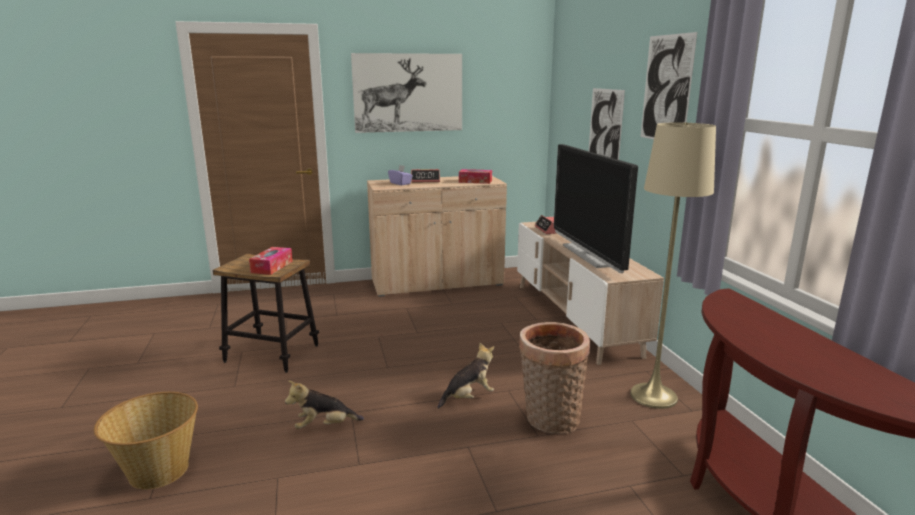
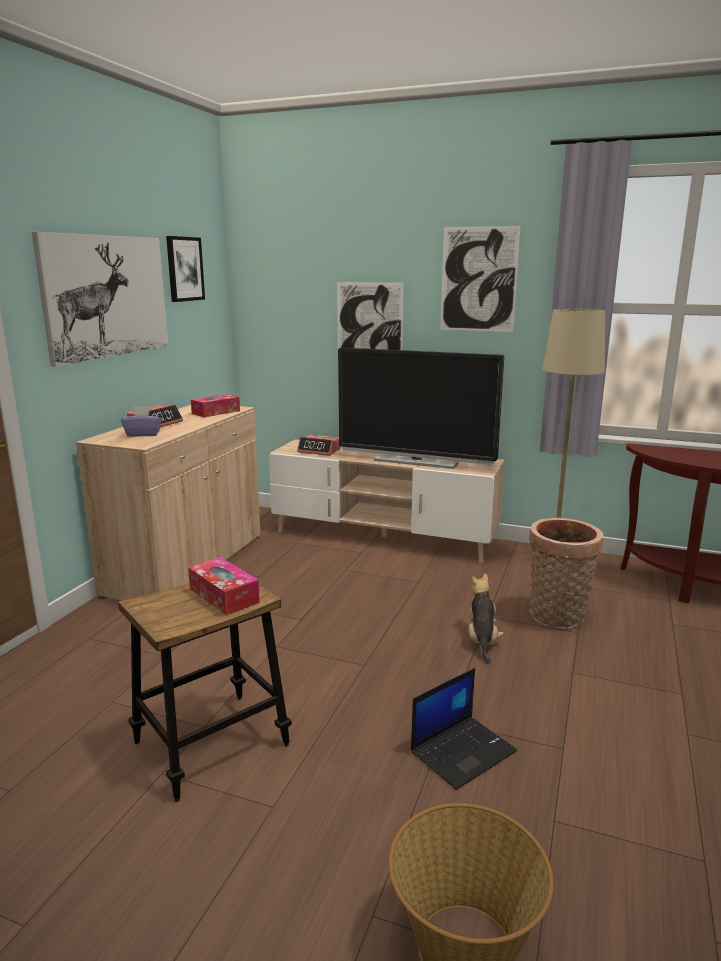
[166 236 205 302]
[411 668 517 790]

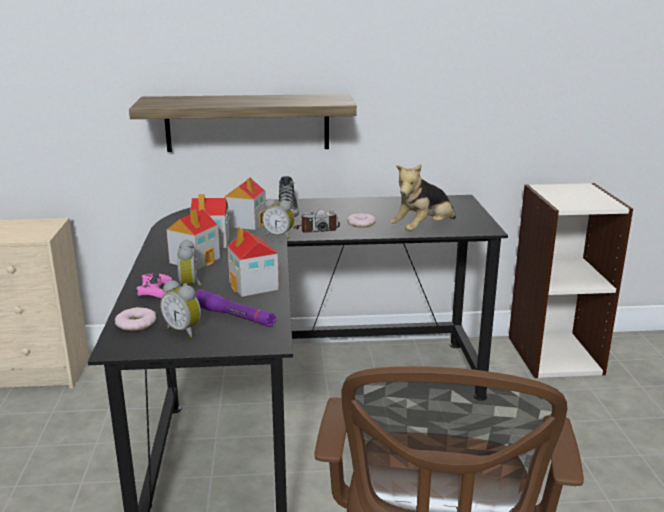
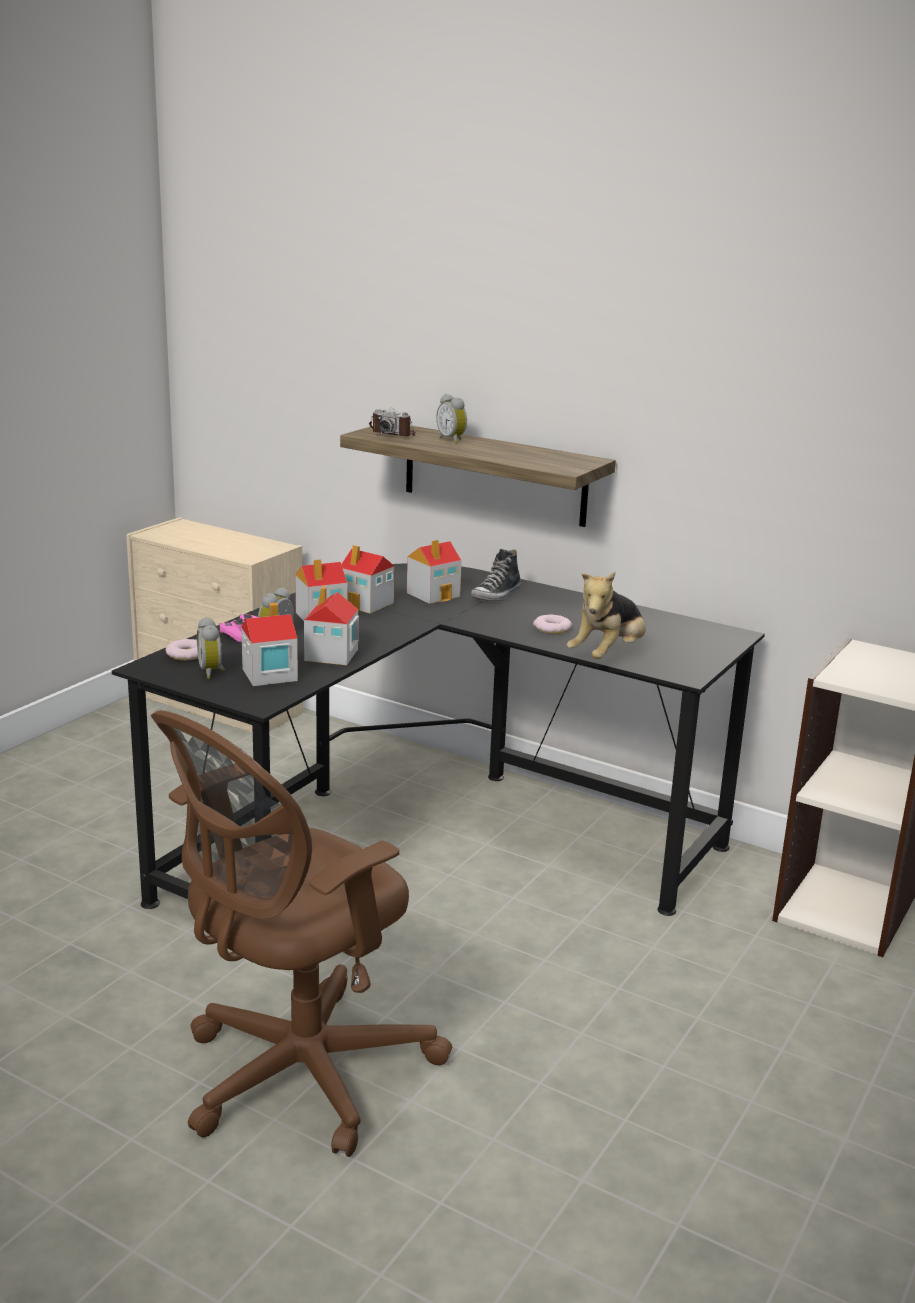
[241 603 298 686]
[369 408 416 436]
[436 394 467 444]
[567 572 646 659]

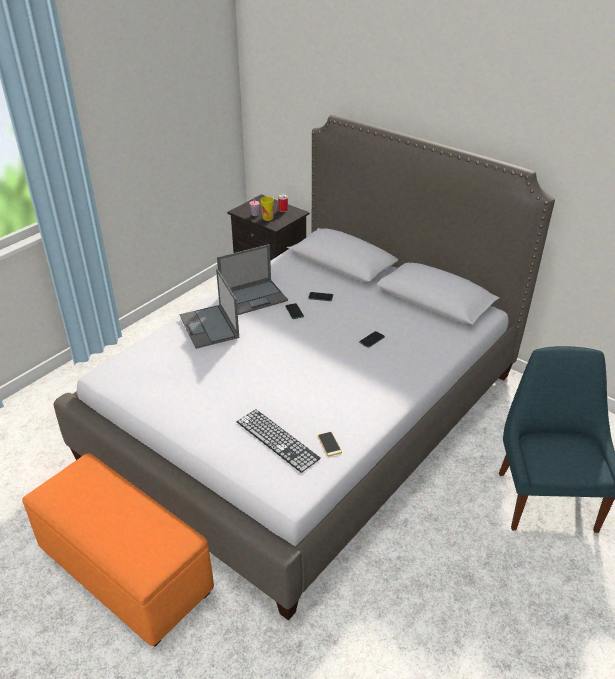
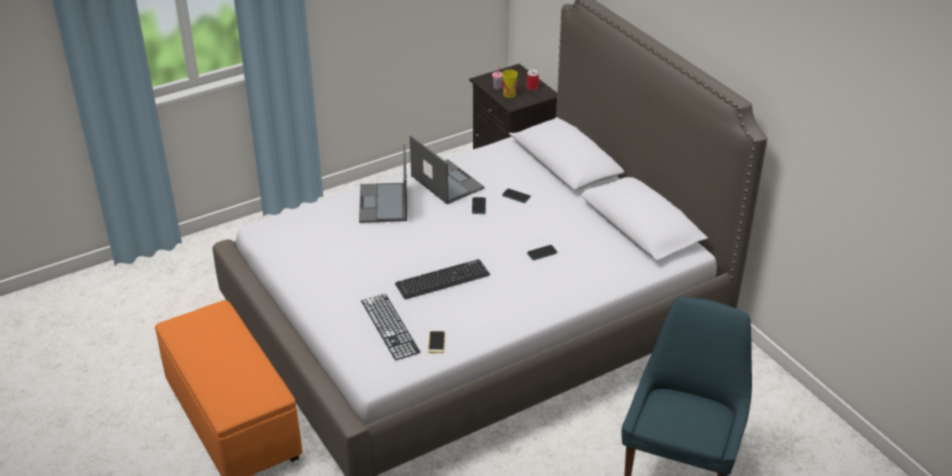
[395 259 490 299]
[410 135 484 204]

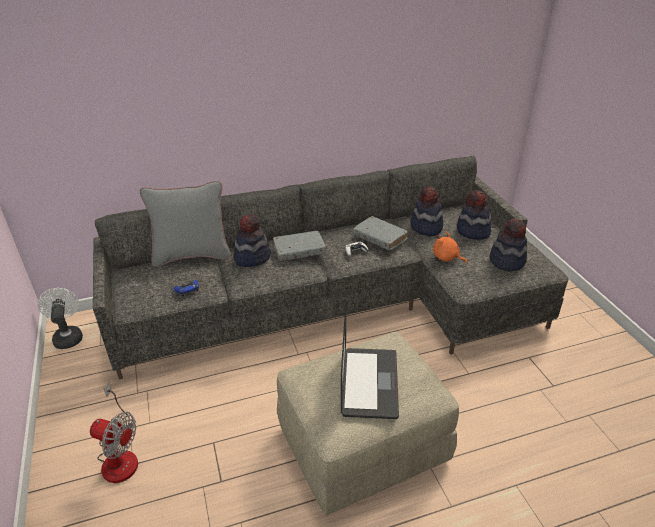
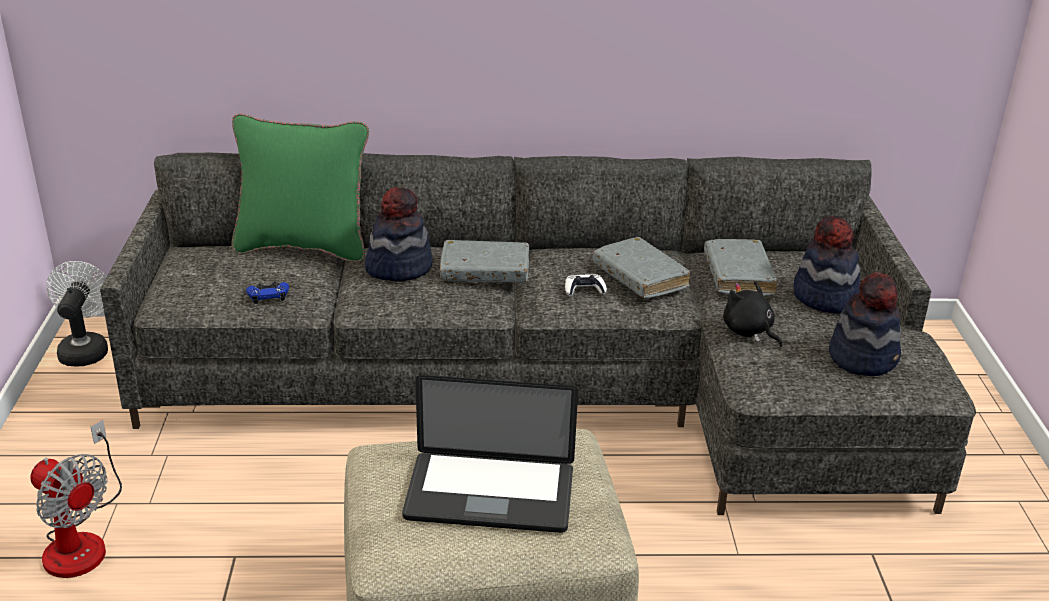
[231 113 369 263]
[402 375 578 533]
[704 239 777 296]
[723 281 782 347]

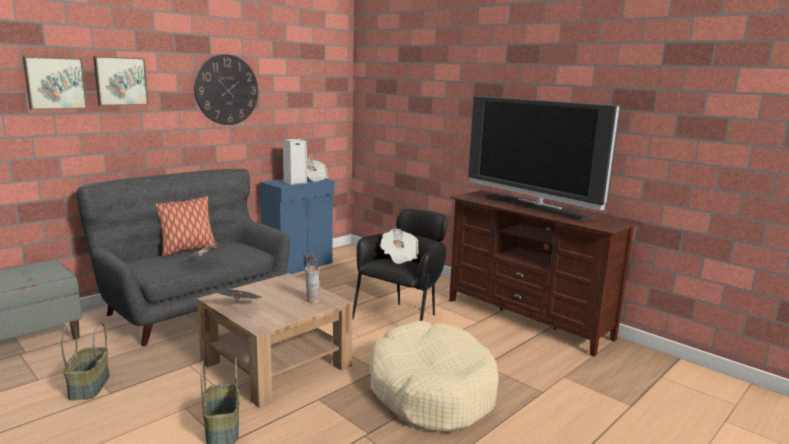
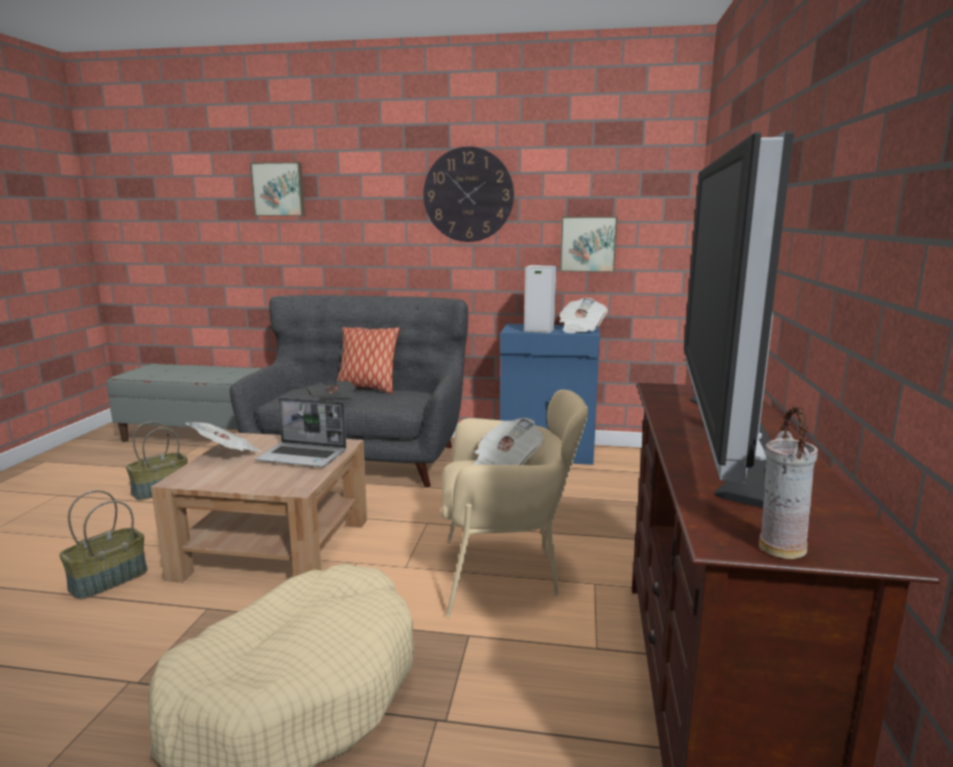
[255 397 346 467]
[441 390 588 618]
[560 216 618 272]
[759 406 818 559]

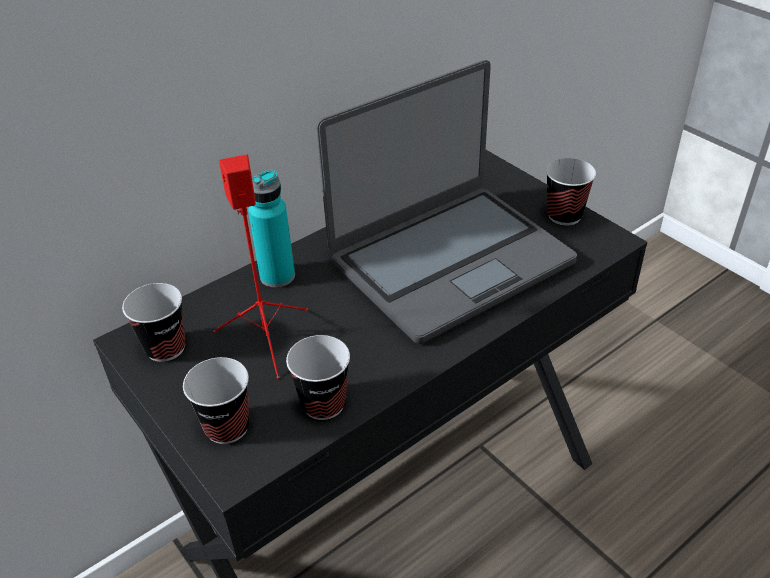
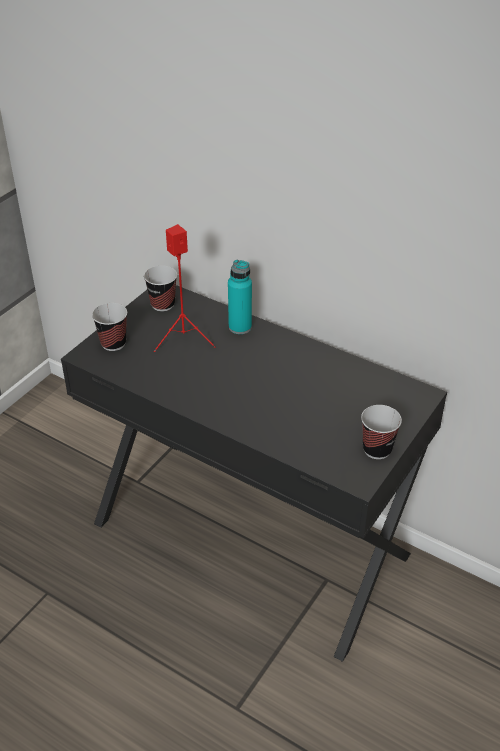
[286 335 350 420] (first image)
[316 60 577 344] (first image)

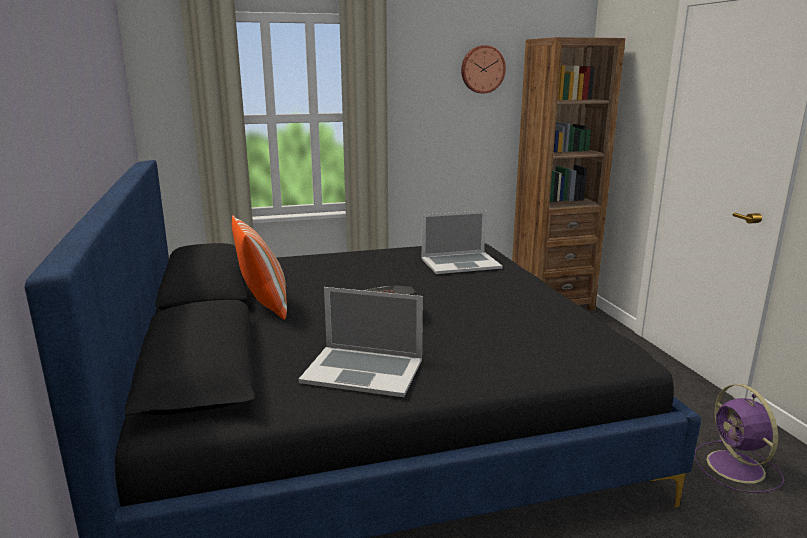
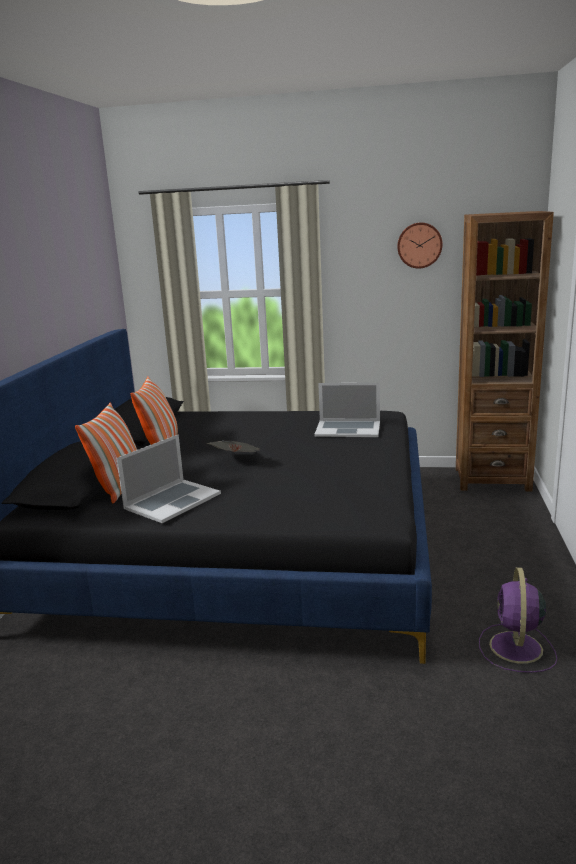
[75 403 137 503]
[116 434 221 523]

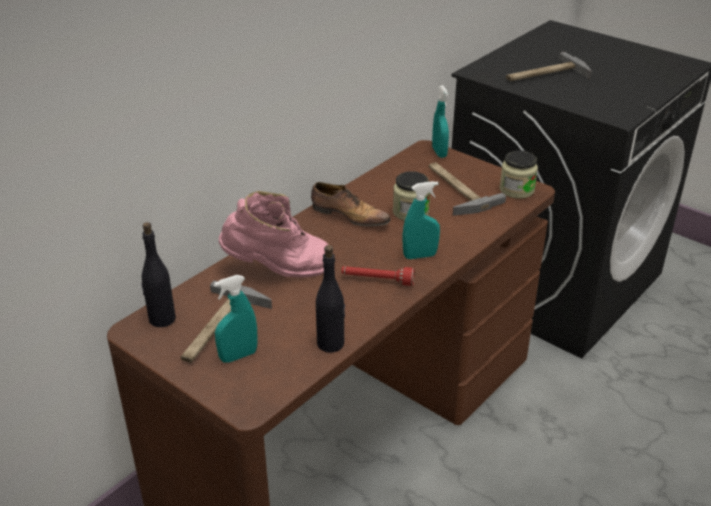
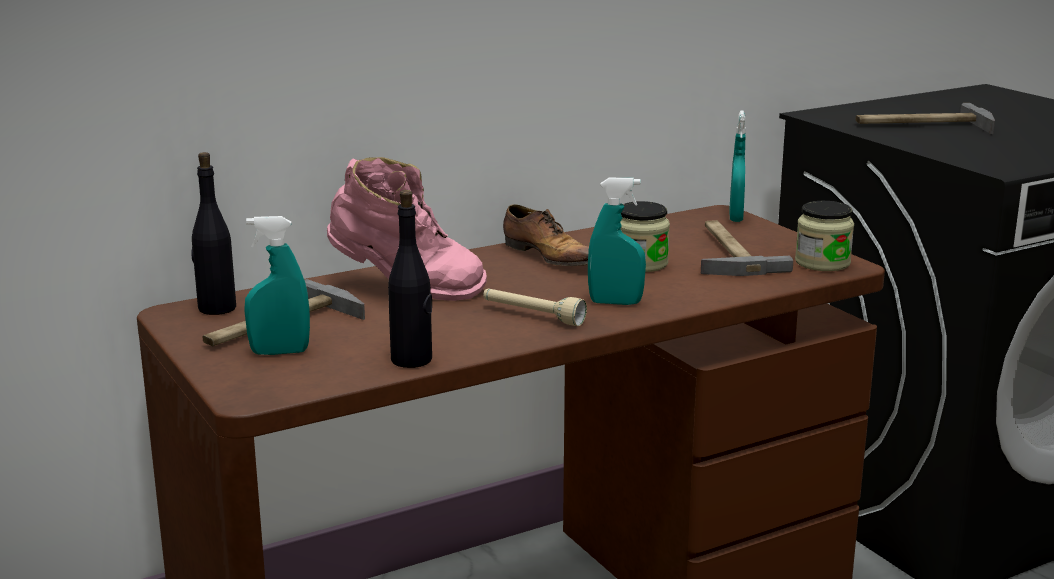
[483 289 587 326]

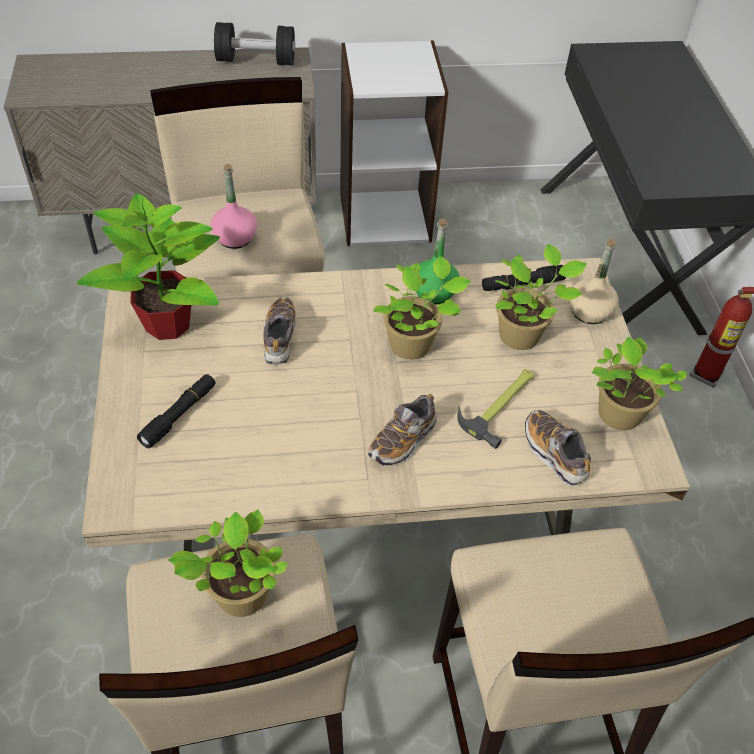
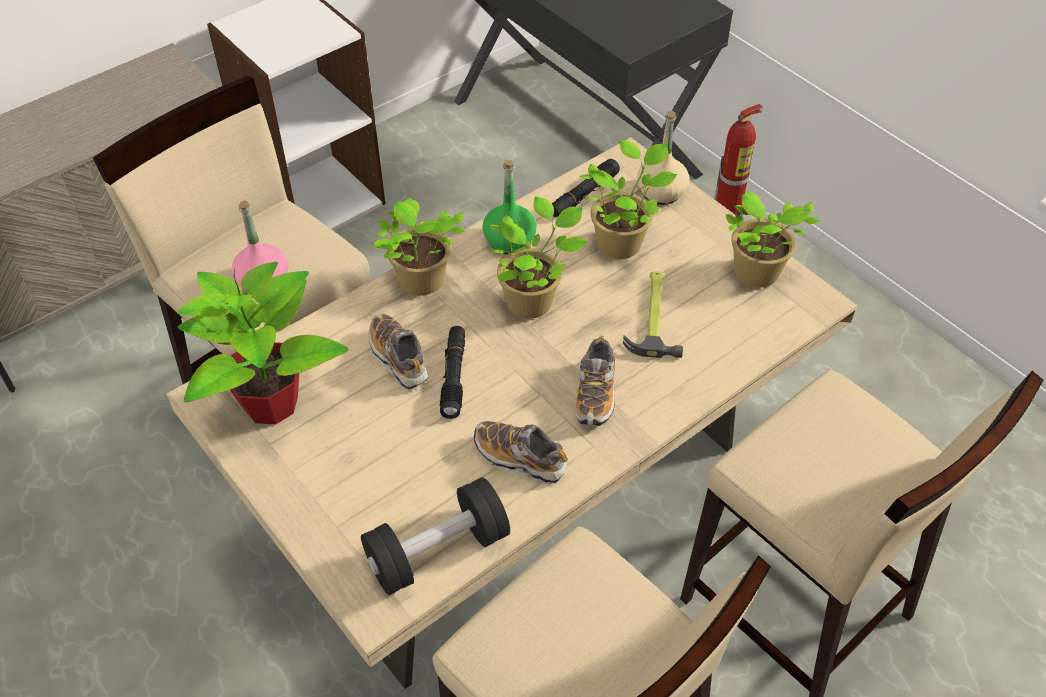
[361 477 510 595]
[374 198 465 296]
[440 326 465 419]
[474 421 568 484]

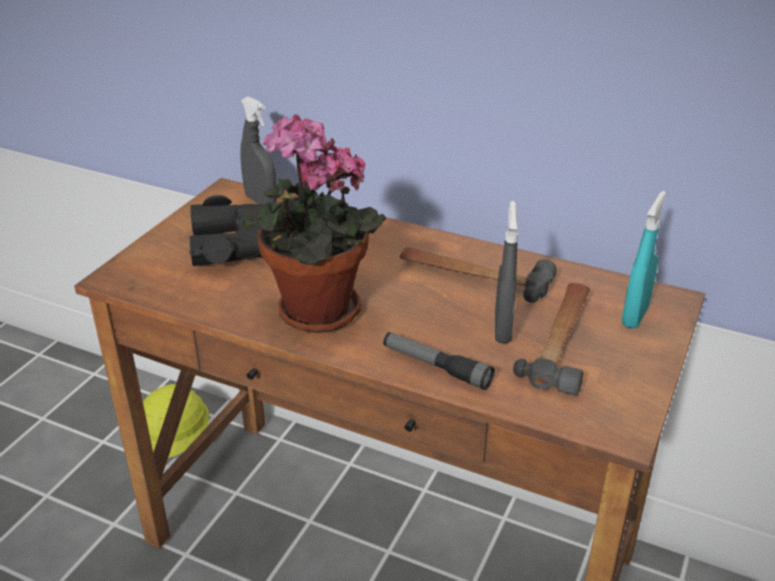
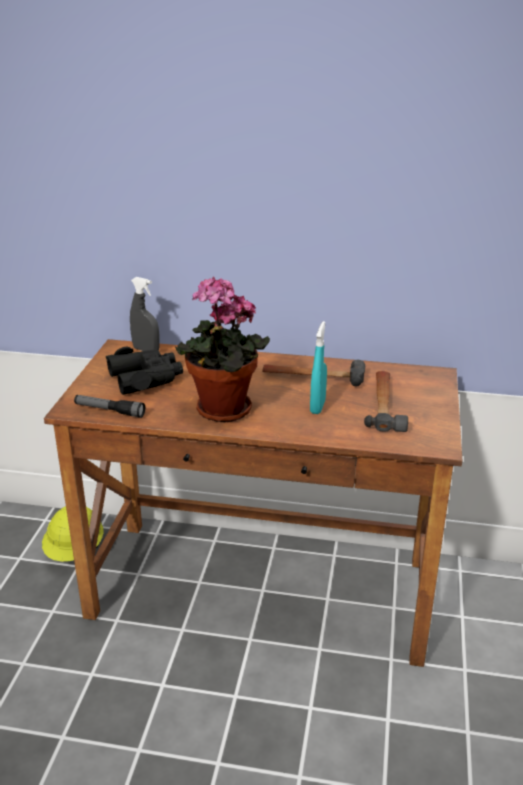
[74 395 145 418]
[310 321 327 414]
[495 201 518 344] (first image)

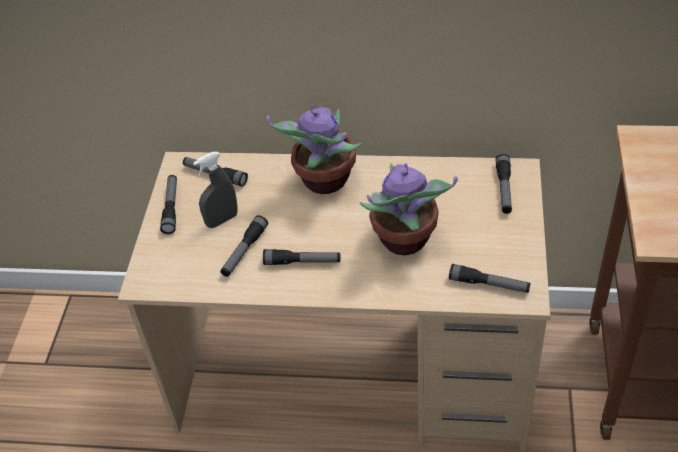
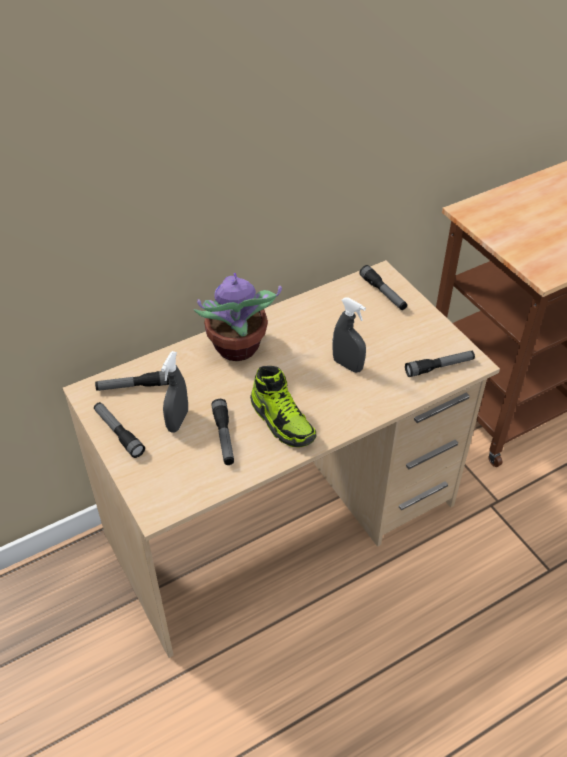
[250 366 316 447]
[332 297 366 373]

